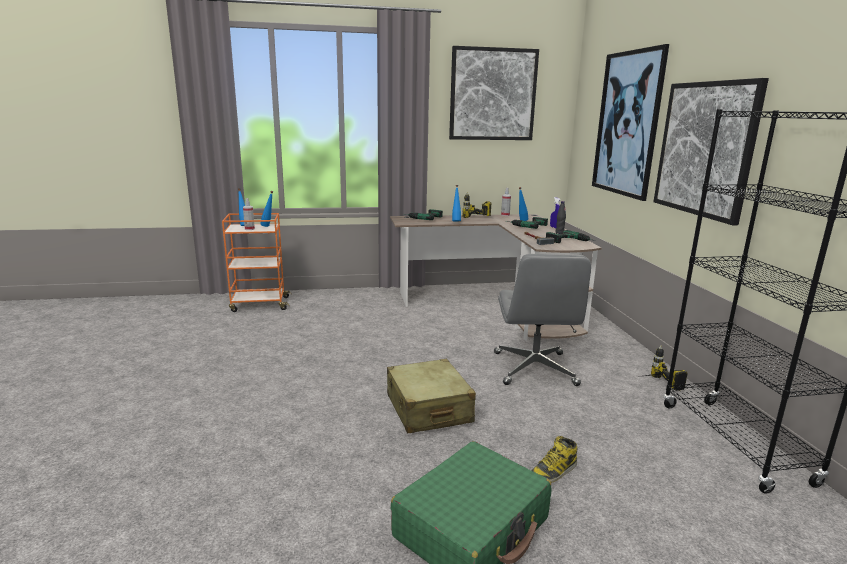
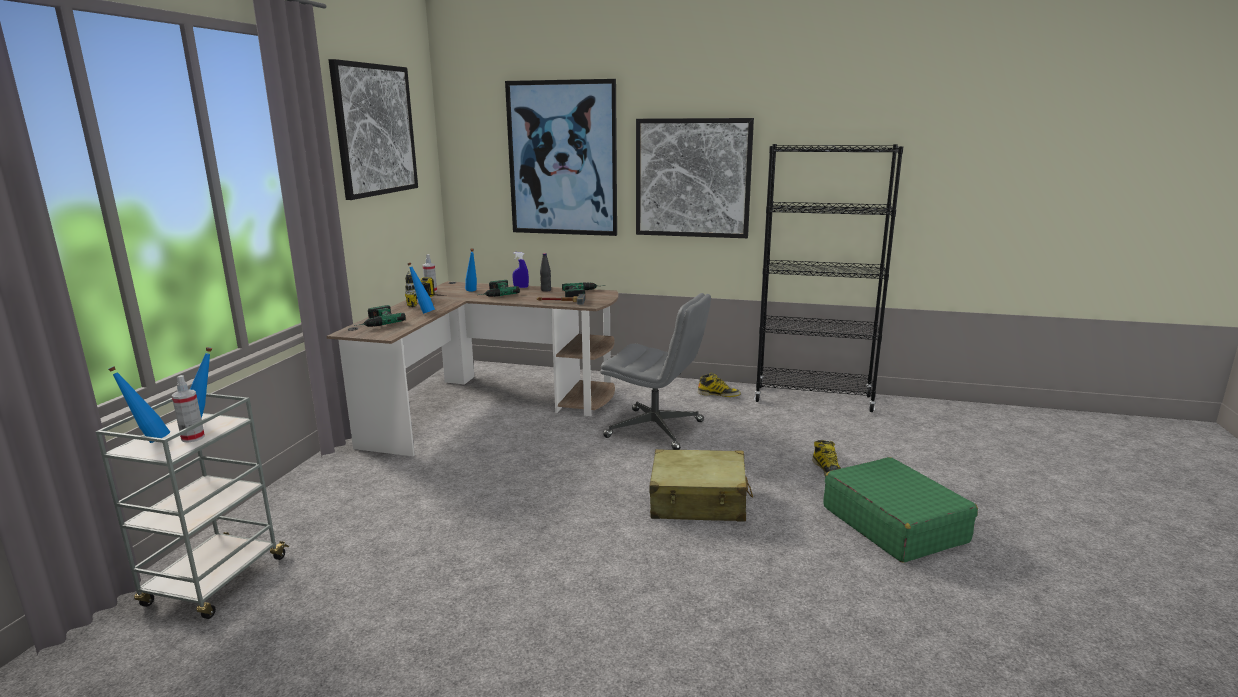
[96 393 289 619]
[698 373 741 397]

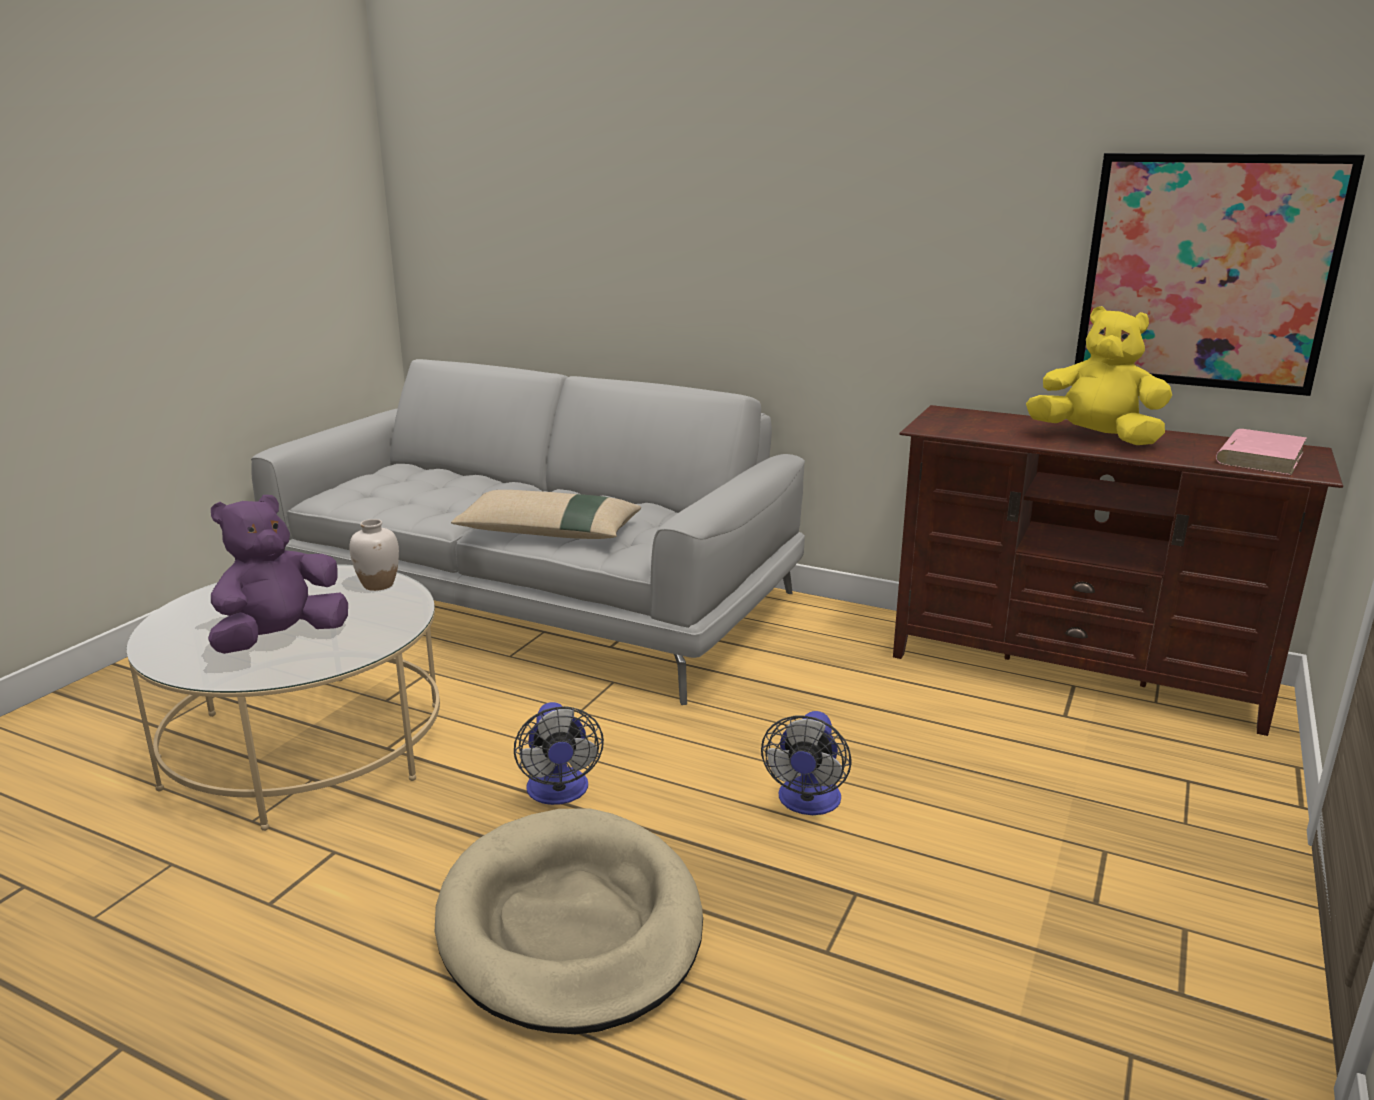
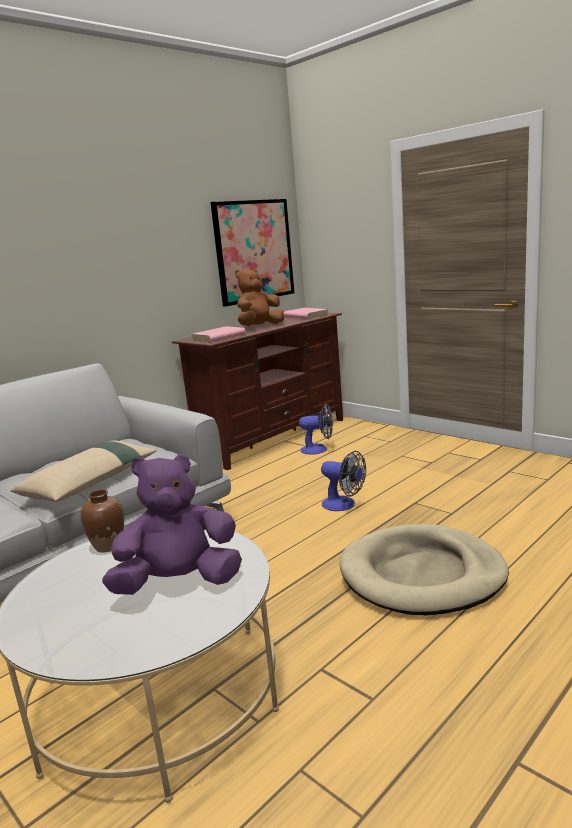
[80 489 124 553]
[102 454 242 595]
[192 326 246 343]
[235 269 284 326]
[299 404 333 454]

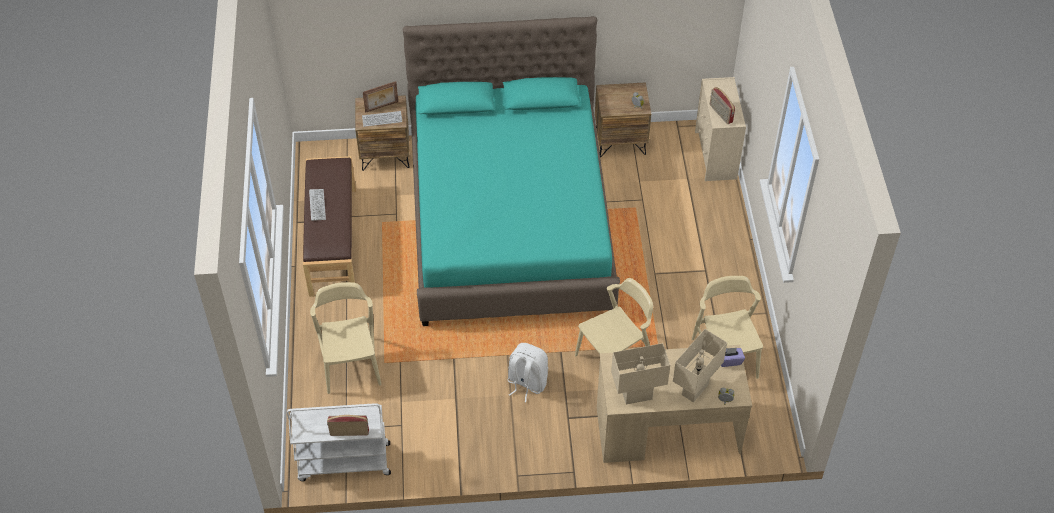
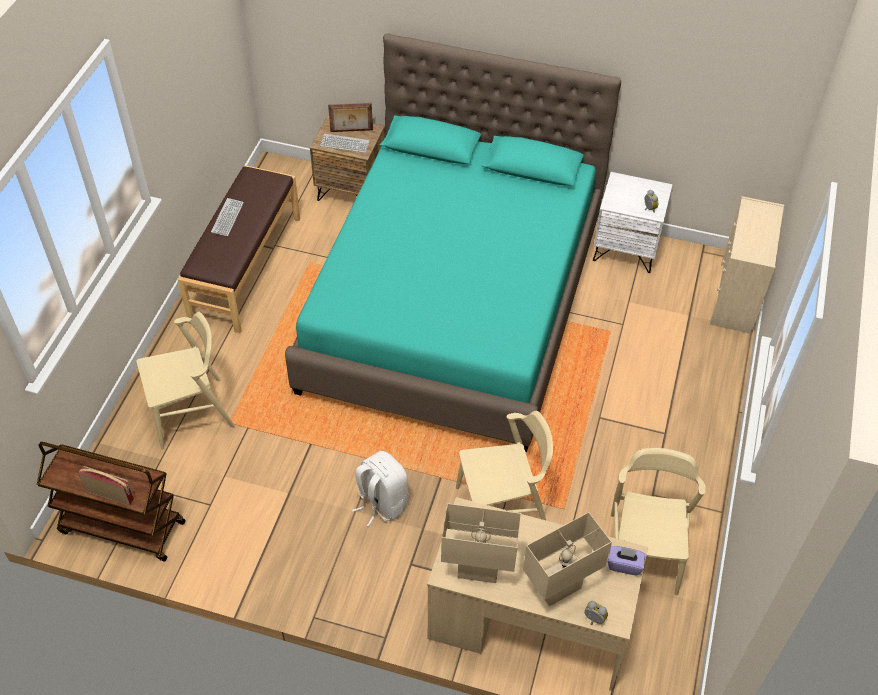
[37 442 186 561]
[137 312 235 449]
[593 172 673 273]
[710 87 735 124] (first image)

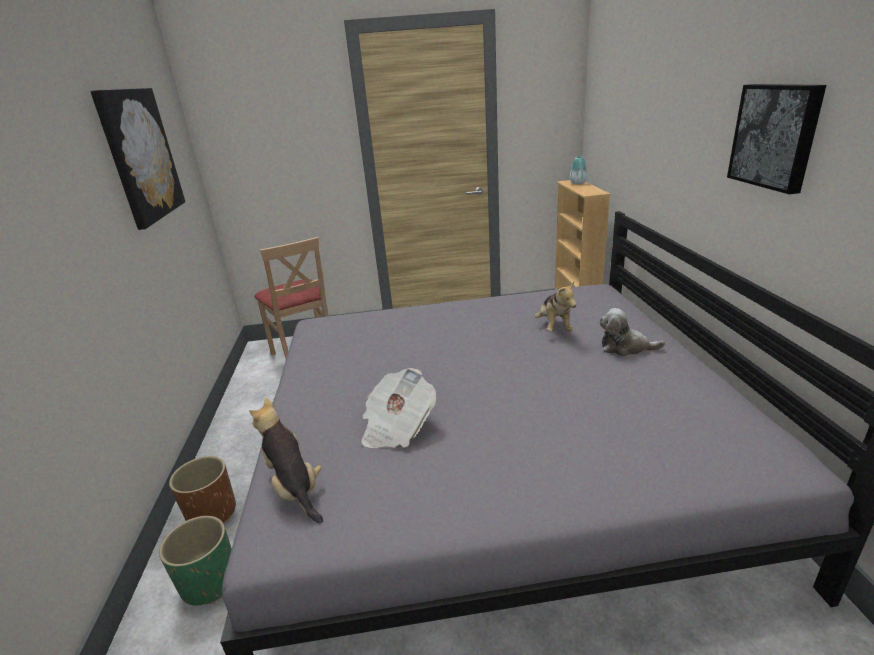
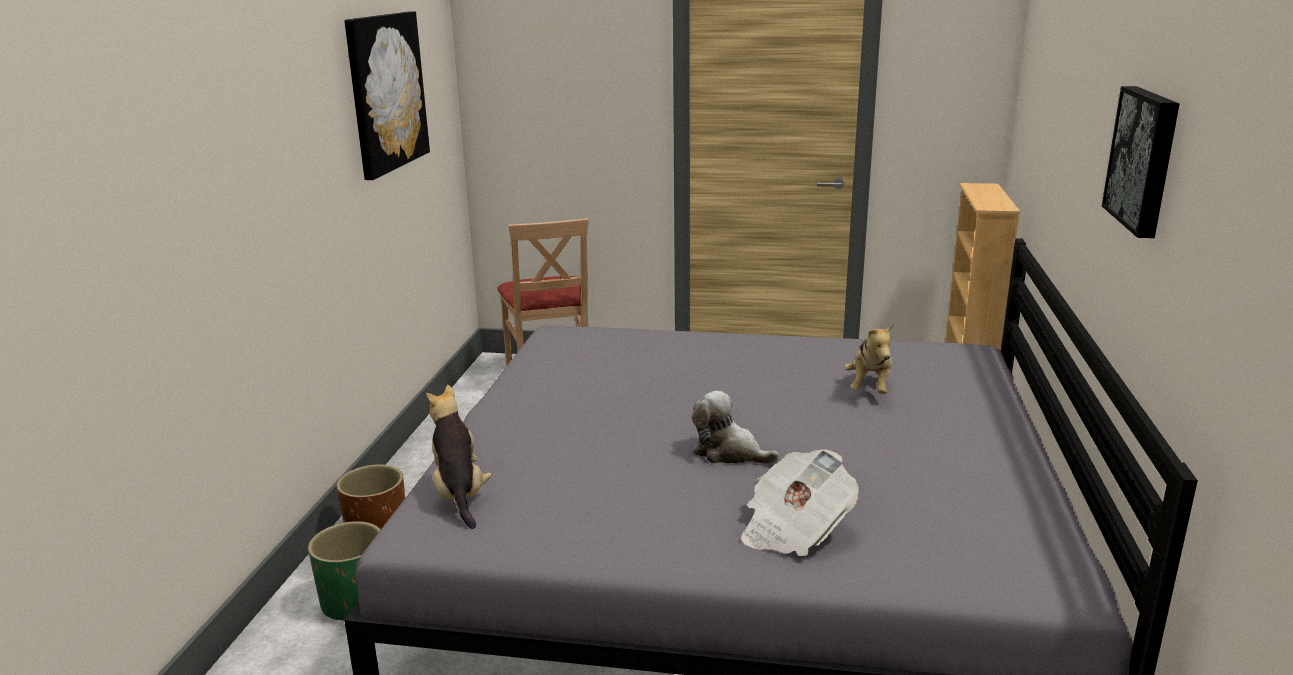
[692 391 779 464]
[741 449 859 556]
[570 156 587 184] (first image)

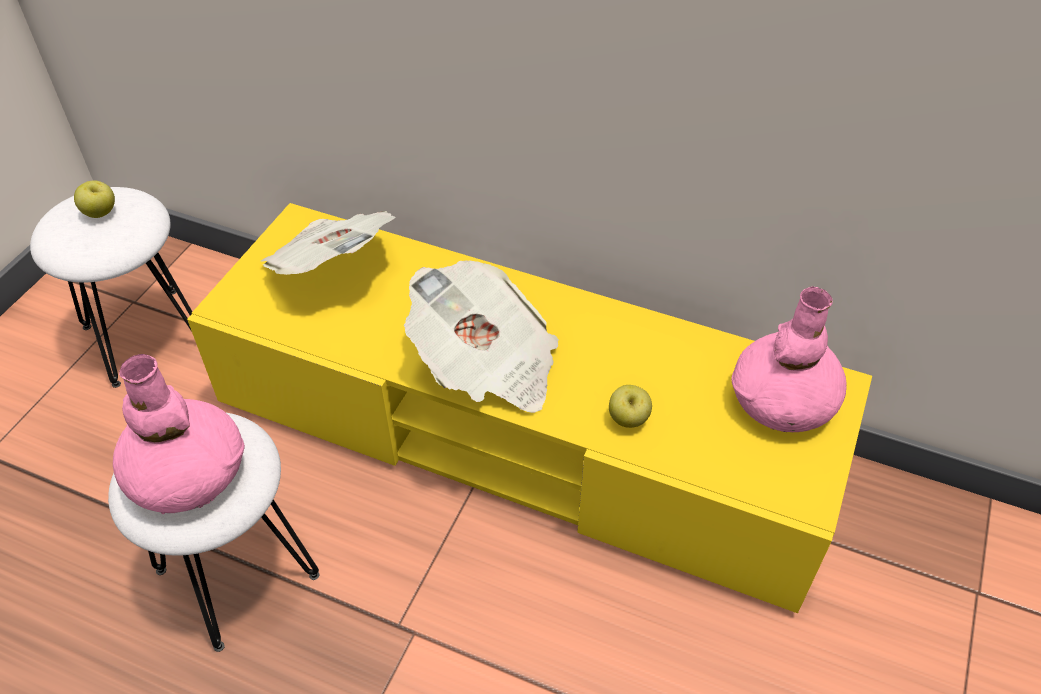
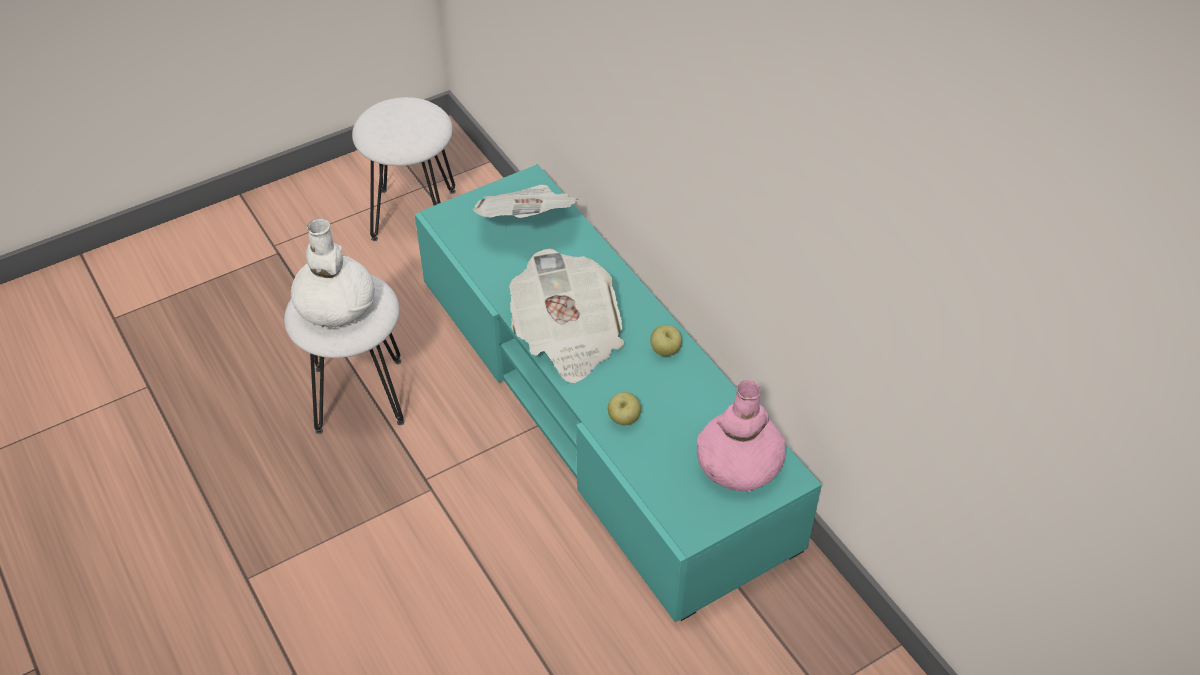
[291 218 375 329]
[415 164 822 622]
[650 325 682 356]

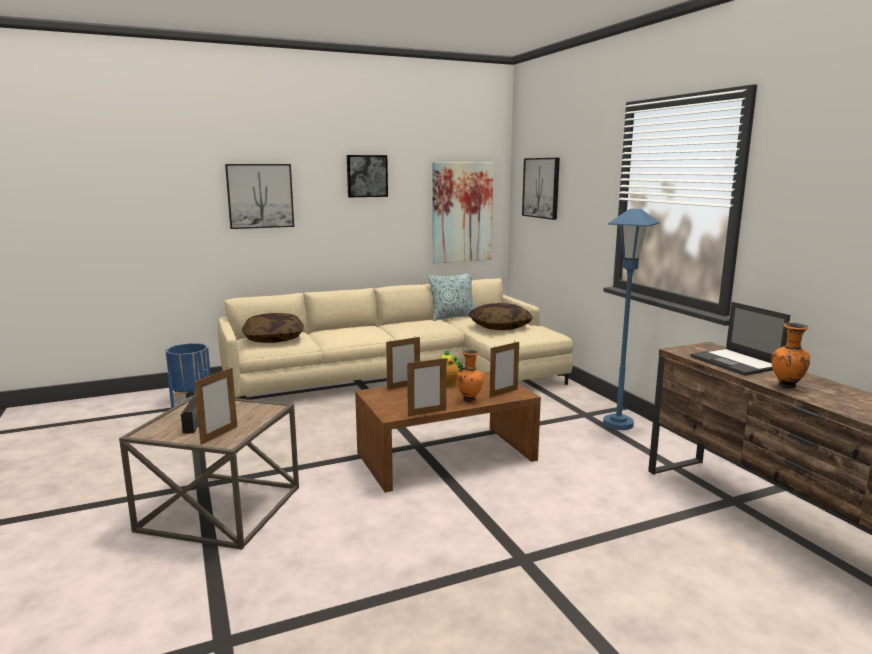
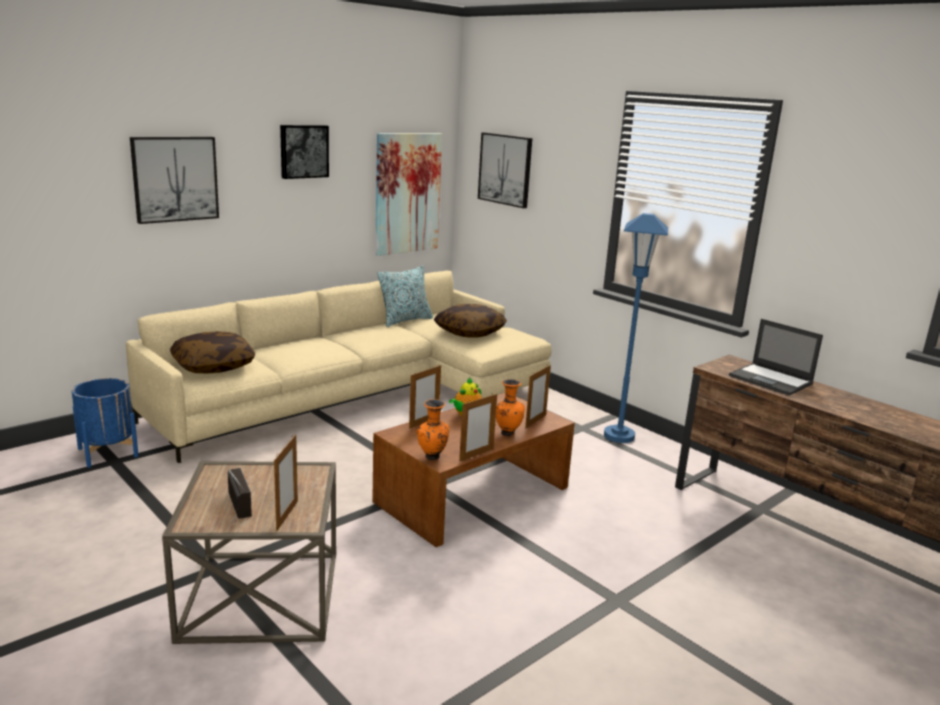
[416 399 449 460]

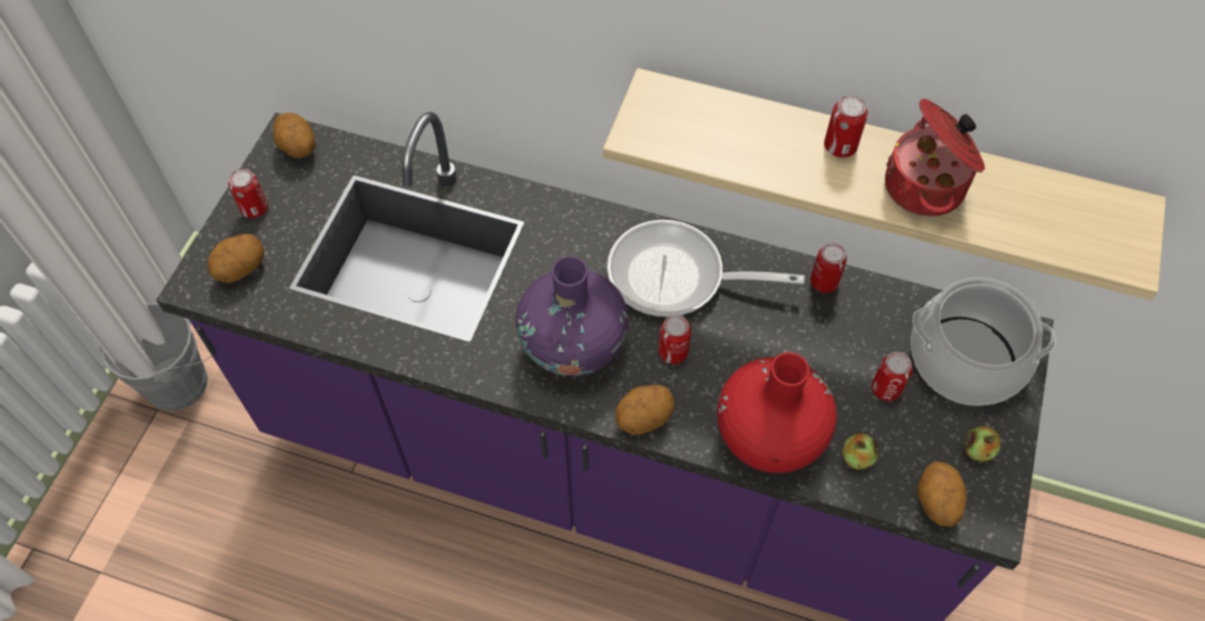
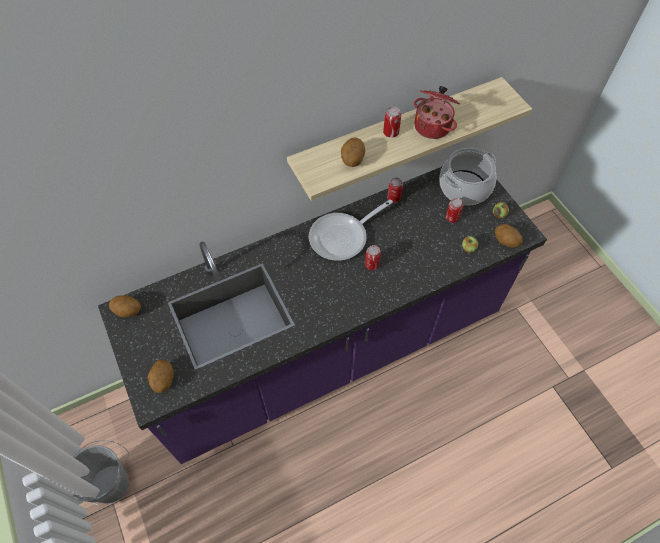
[341 137 365 167]
[229 169 268 218] (first image)
[516 256 628 376] (first image)
[717 352 837 473] (first image)

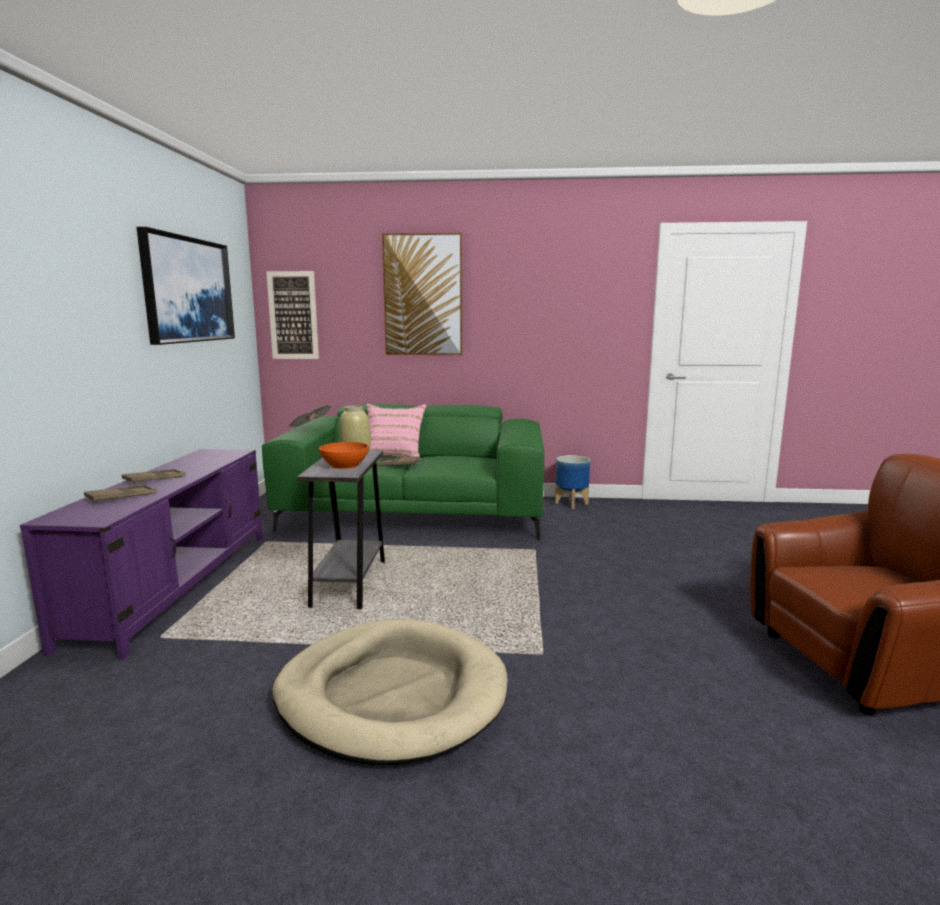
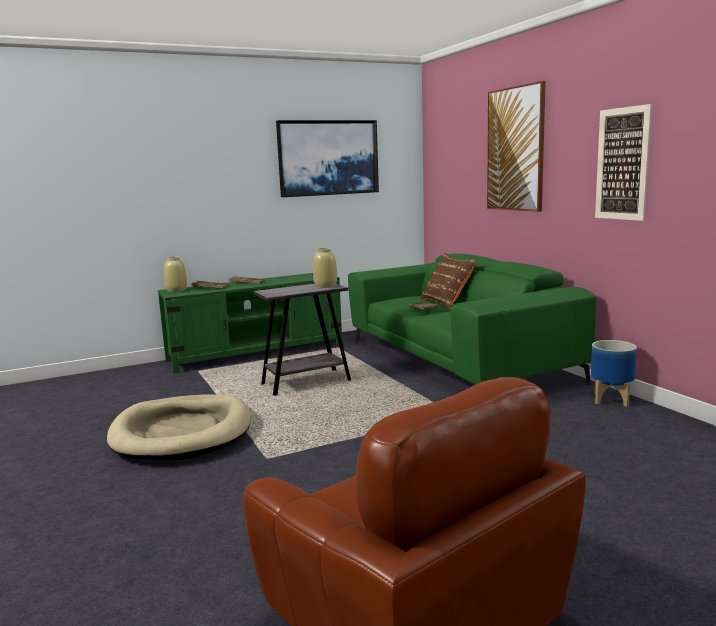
[158 273 342 373]
[164 257 187 292]
[420 253 478 310]
[595 104 652 221]
[288 405 332 427] (first image)
[319 442 369 469] (first image)

